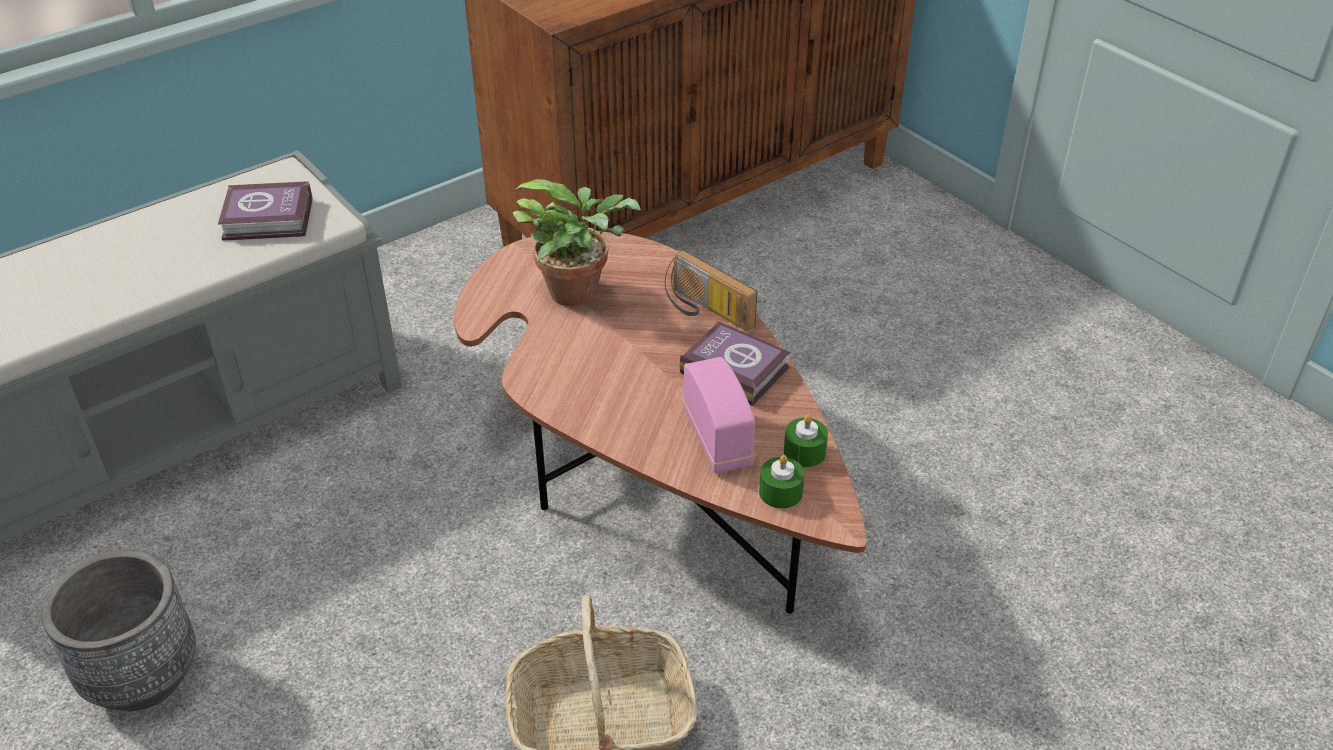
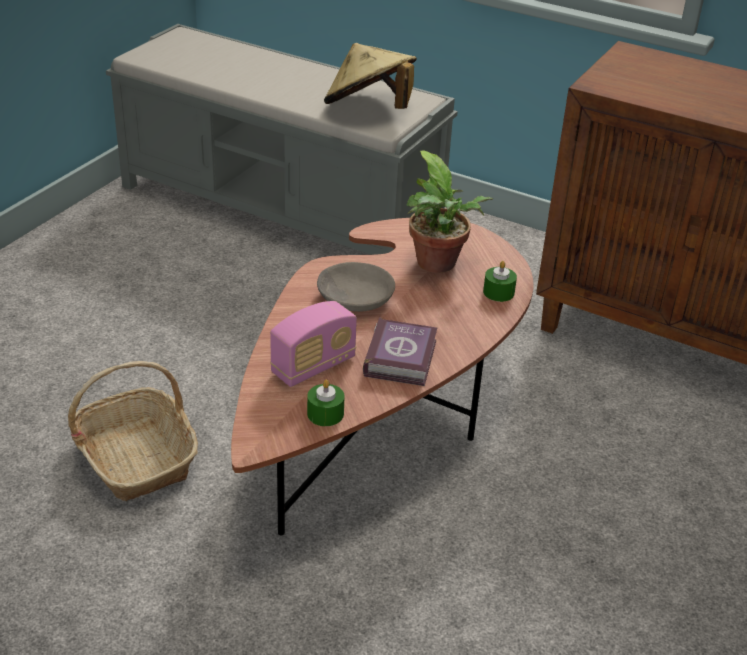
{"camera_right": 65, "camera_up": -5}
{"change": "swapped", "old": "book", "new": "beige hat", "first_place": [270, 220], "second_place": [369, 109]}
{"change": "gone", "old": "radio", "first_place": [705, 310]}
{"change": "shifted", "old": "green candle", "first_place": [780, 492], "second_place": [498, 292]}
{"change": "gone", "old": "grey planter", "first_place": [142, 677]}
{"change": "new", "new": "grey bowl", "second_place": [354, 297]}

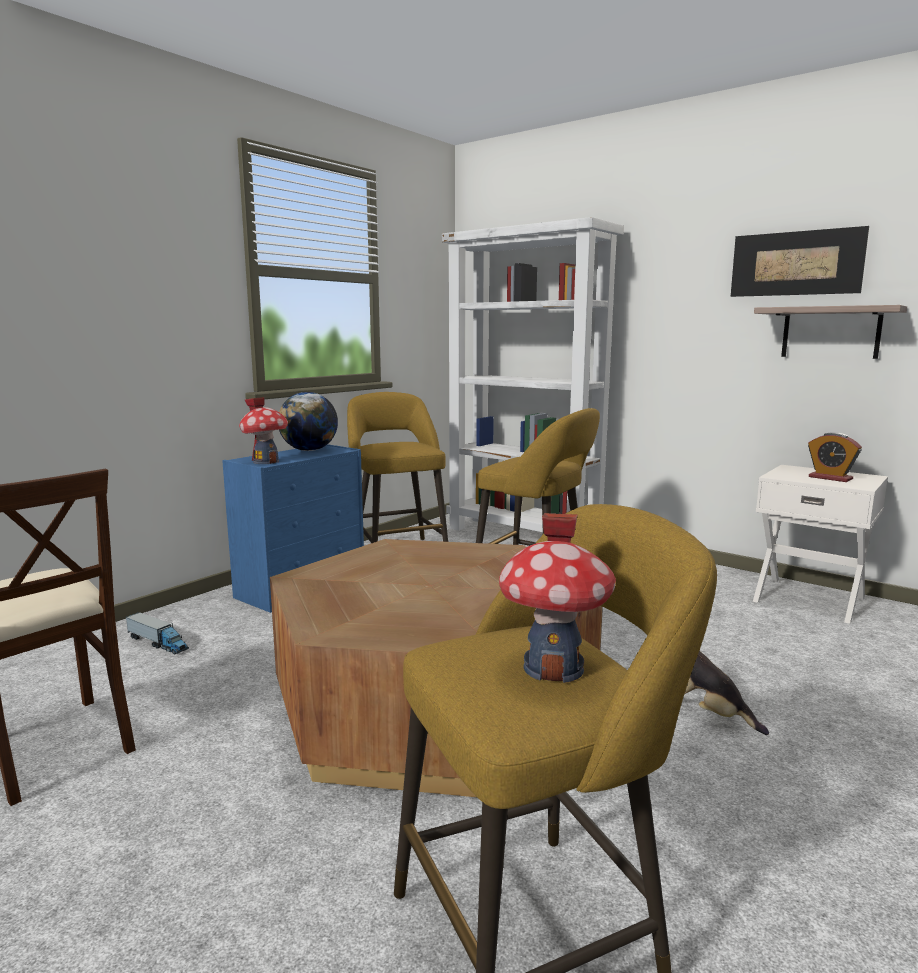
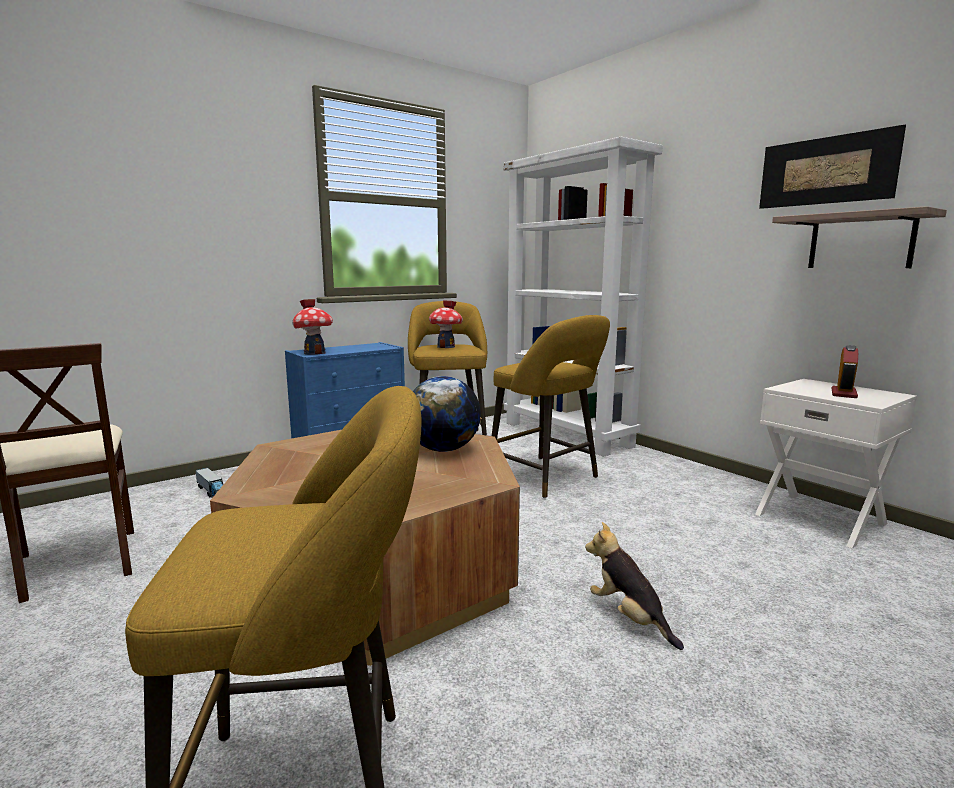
{"camera_right": 15, "camera_up": 0}
{"change": "shifted", "old": "globe", "first_place": [309, 450], "second_place": [443, 449]}
{"change": "rotated", "old": "alarm clock", "first_place": [830, 478], "second_place": [843, 393], "degrees": -120}
{"change": "shifted", "old": "toy house", "first_place": [554, 667], "second_place": [446, 346]}

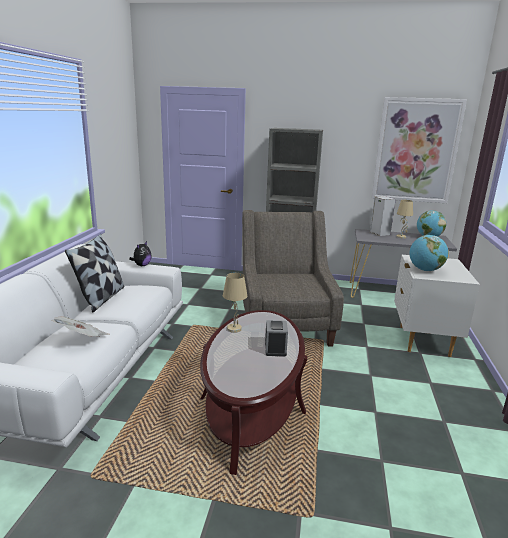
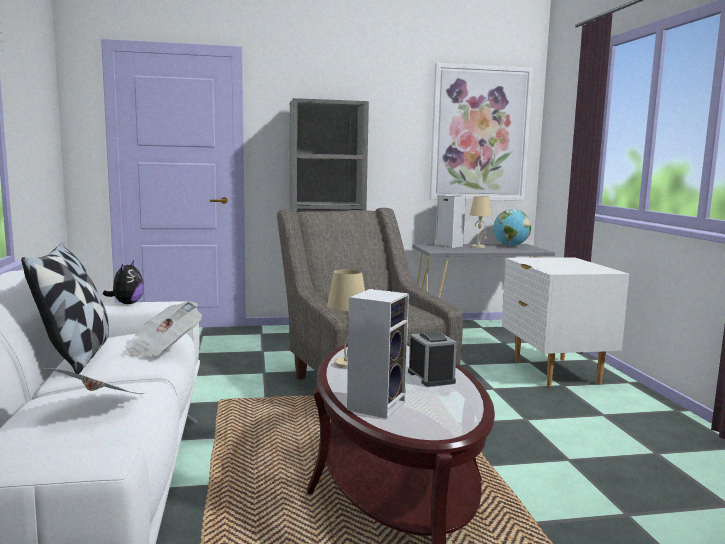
{"camera_right": -20, "camera_up": -10}
{"change": "gone", "old": "globe", "first_place": [425, 270]}
{"change": "new", "new": "speaker", "second_place": [376, 405]}
{"change": "new", "new": "newspaper", "second_place": [163, 349]}

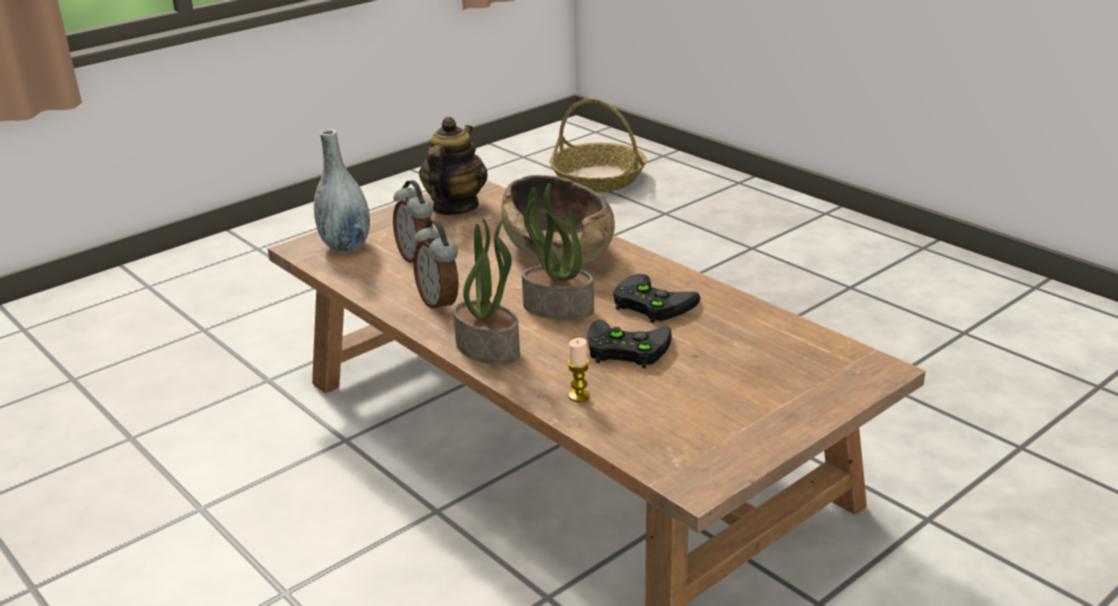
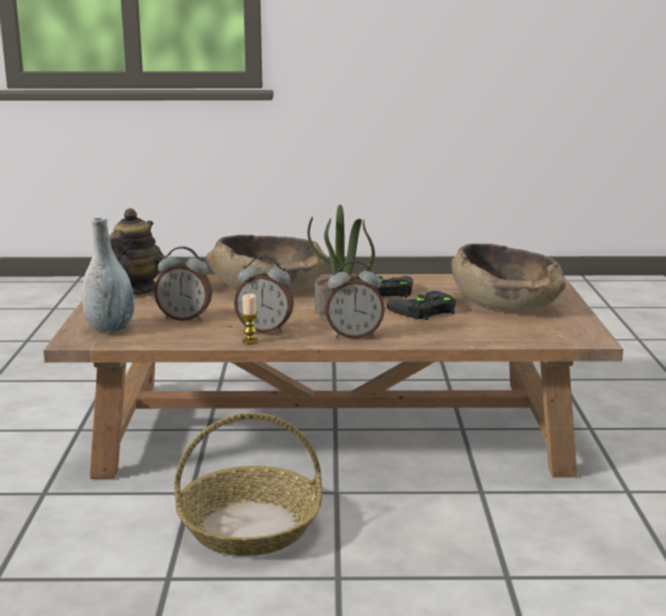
{"camera_right": -50, "camera_up": -10}
{"change": "shifted", "old": "basket", "first_place": [598, 179], "second_place": [250, 526]}
{"change": "rotated", "old": "teapot", "first_place": [454, 207], "second_place": [134, 291], "degrees": 45}
{"change": "swapped", "old": "potted plant", "new": "alarm clock", "first_place": [489, 348], "second_place": [354, 335]}
{"change": "shifted", "old": "candle", "first_place": [579, 396], "second_place": [250, 341]}
{"change": "new", "new": "brown bowl", "second_place": [505, 304]}

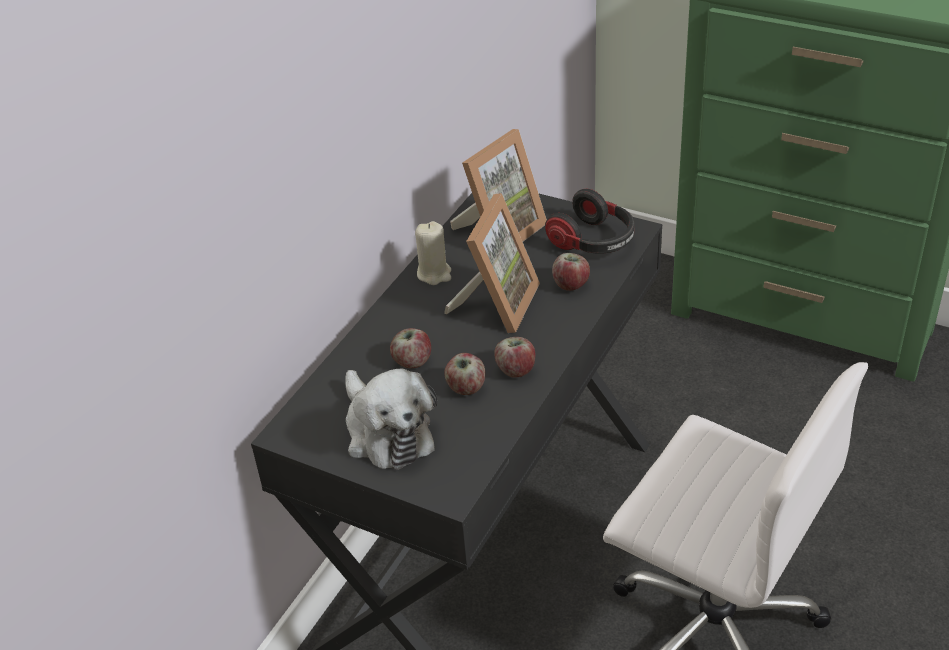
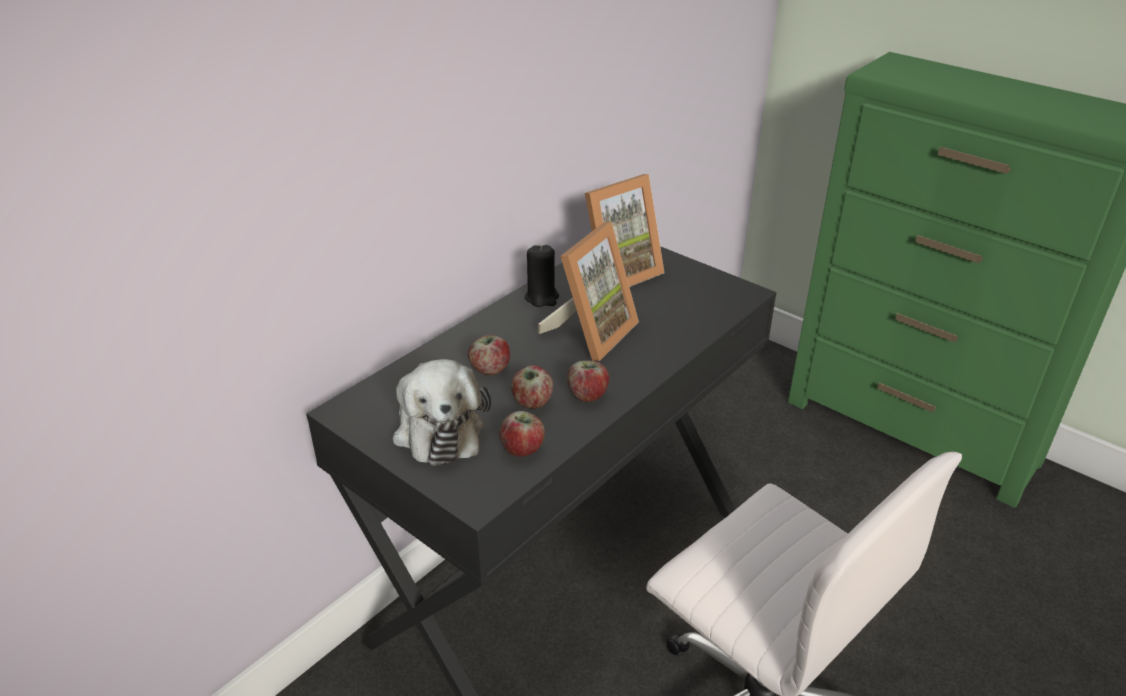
{"camera_right": 10, "camera_up": -5}
{"change": "gone", "old": "headphones", "first_place": [594, 242]}
{"change": "repainted", "old": "beige candle", "new": "black candle", "first_place": [434, 274], "second_place": [542, 298]}
{"change": "shifted", "old": "apple", "first_place": [571, 284], "second_place": [523, 449]}

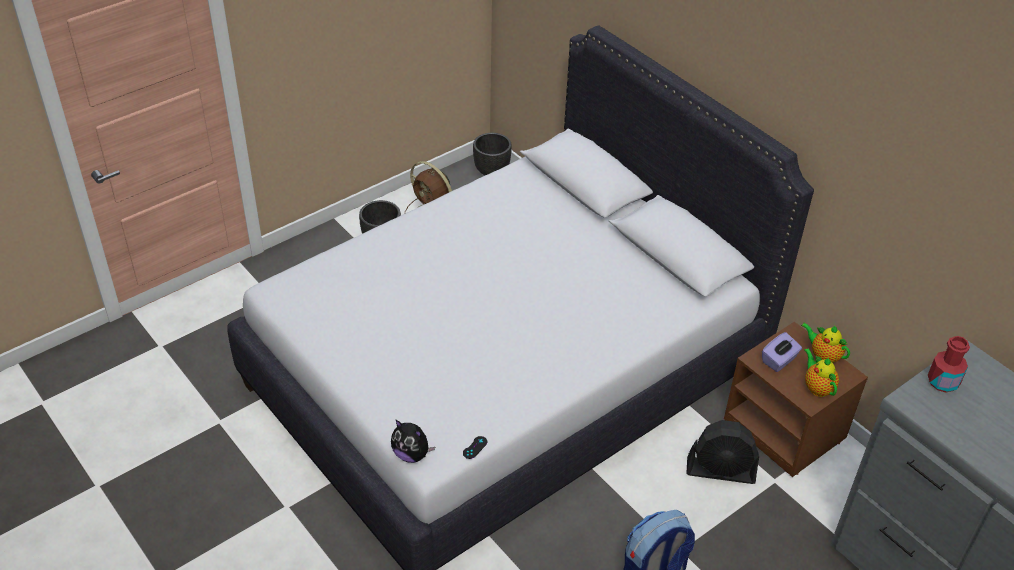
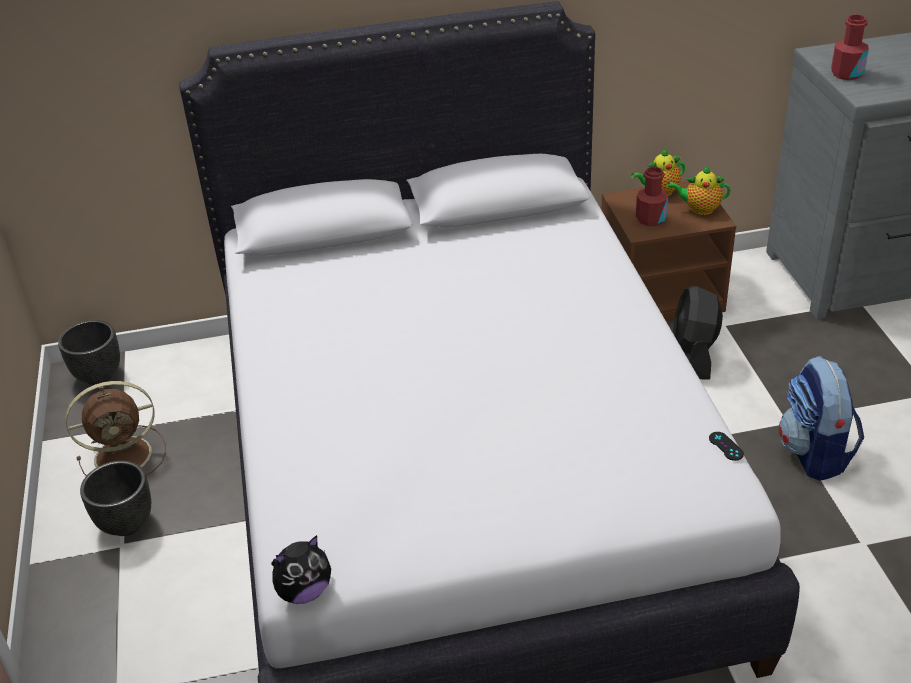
{"camera_right": -60, "camera_up": -5}
{"change": "swapped", "old": "purple tissue box", "new": "red bottle", "first_place": [779, 360], "second_place": [650, 219]}
{"change": "shifted", "old": "plush toy", "first_place": [411, 454], "second_place": [304, 591]}
{"change": "rotated", "old": "black fan", "first_place": [721, 471], "second_place": [694, 355], "degrees": 150}

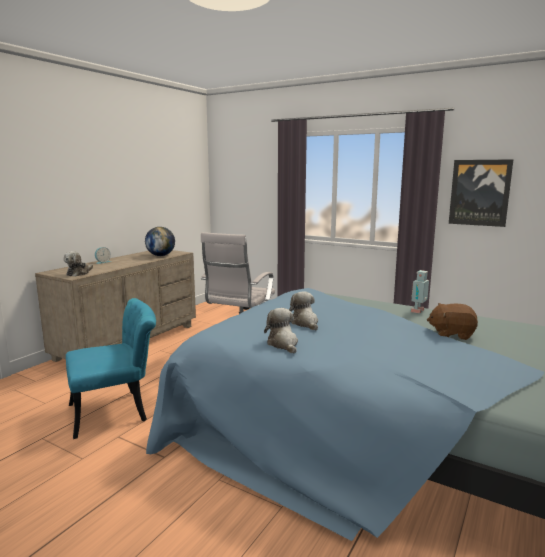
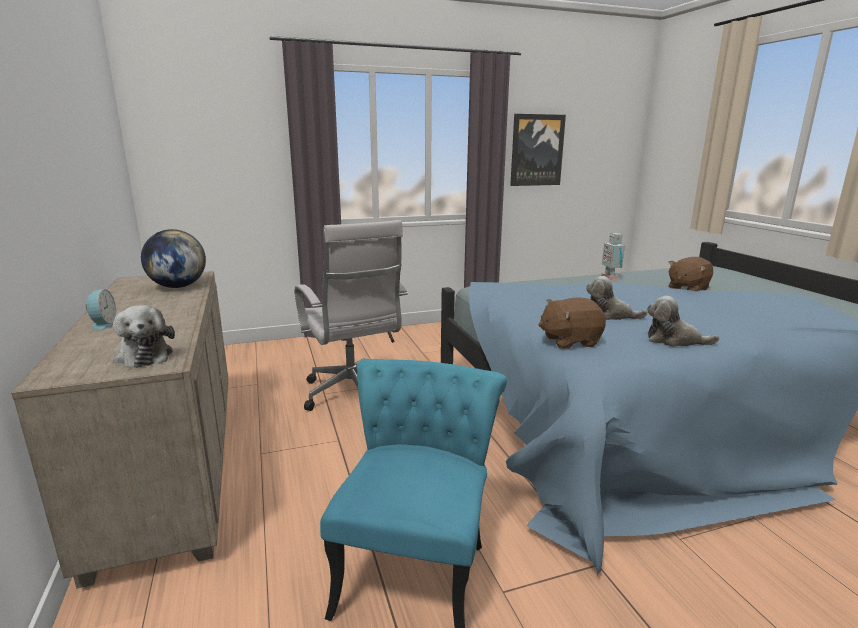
{"camera_right": -50, "camera_up": 5}
{"change": "new", "new": "brown plush toy", "second_place": [569, 341]}

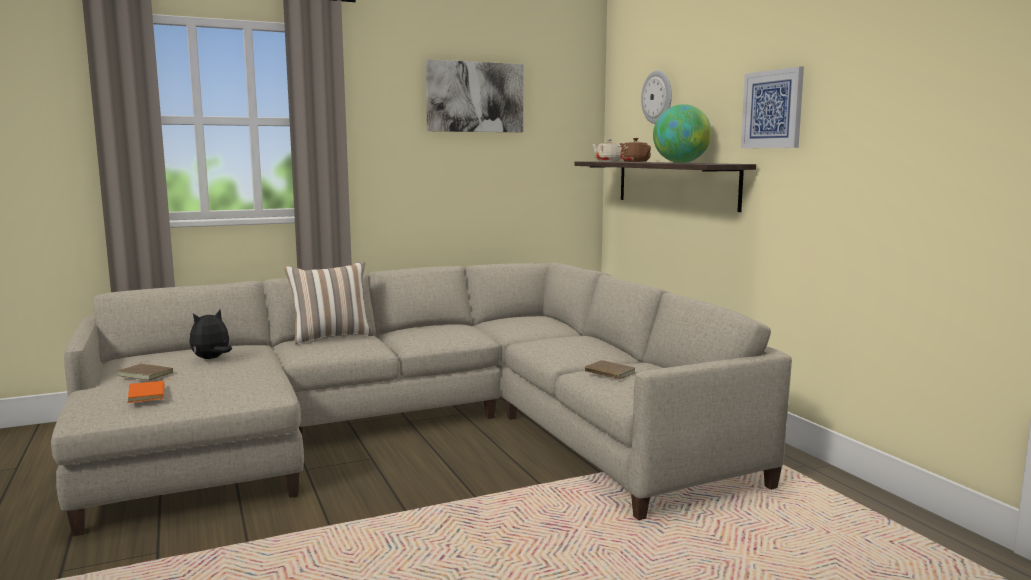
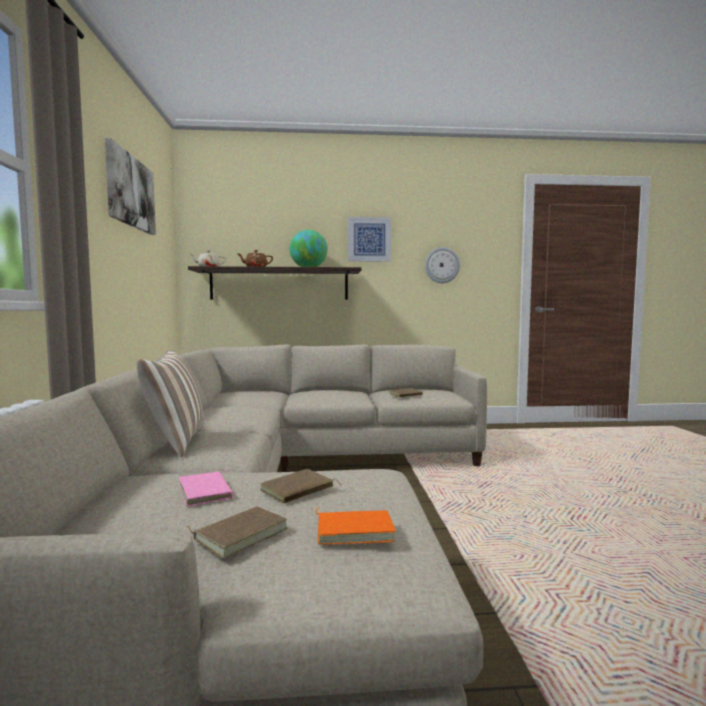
{"camera_right": -70, "camera_up": -5}
{"change": "shifted", "old": "wall clock", "first_place": [657, 97], "second_place": [442, 265]}
{"change": "swapped", "old": "plush toy", "new": "pink book", "first_place": [212, 359], "second_place": [207, 492]}
{"change": "new", "new": "brown book", "second_place": [298, 490]}

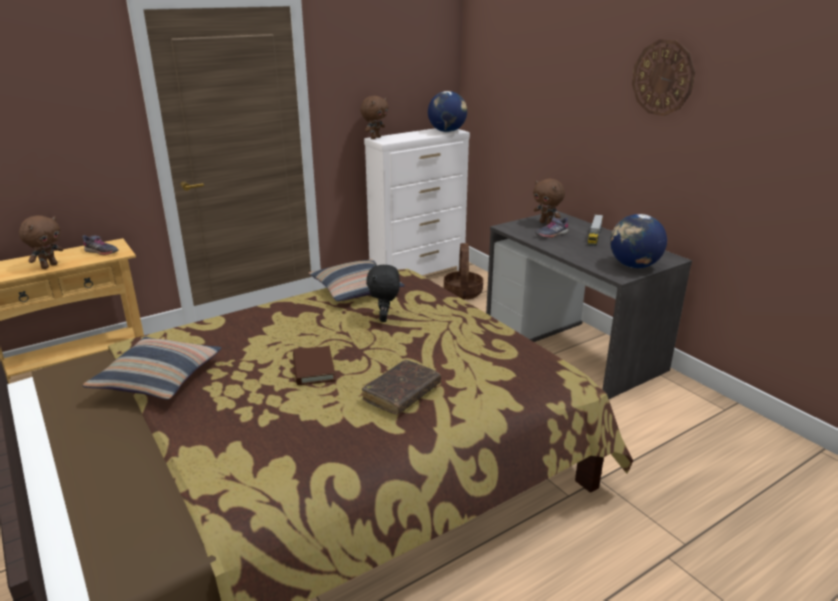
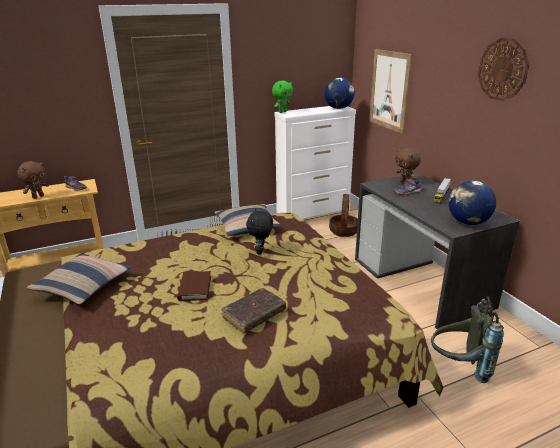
{"camera_right": 10, "camera_up": 0}
{"change": "repainted", "old": "brown plush toy", "new": "green plush toy", "first_place": [375, 138], "second_place": [282, 112]}
{"change": "new", "new": "picture", "second_place": [389, 90]}
{"change": "new", "new": "grey backpack", "second_place": [459, 367]}

